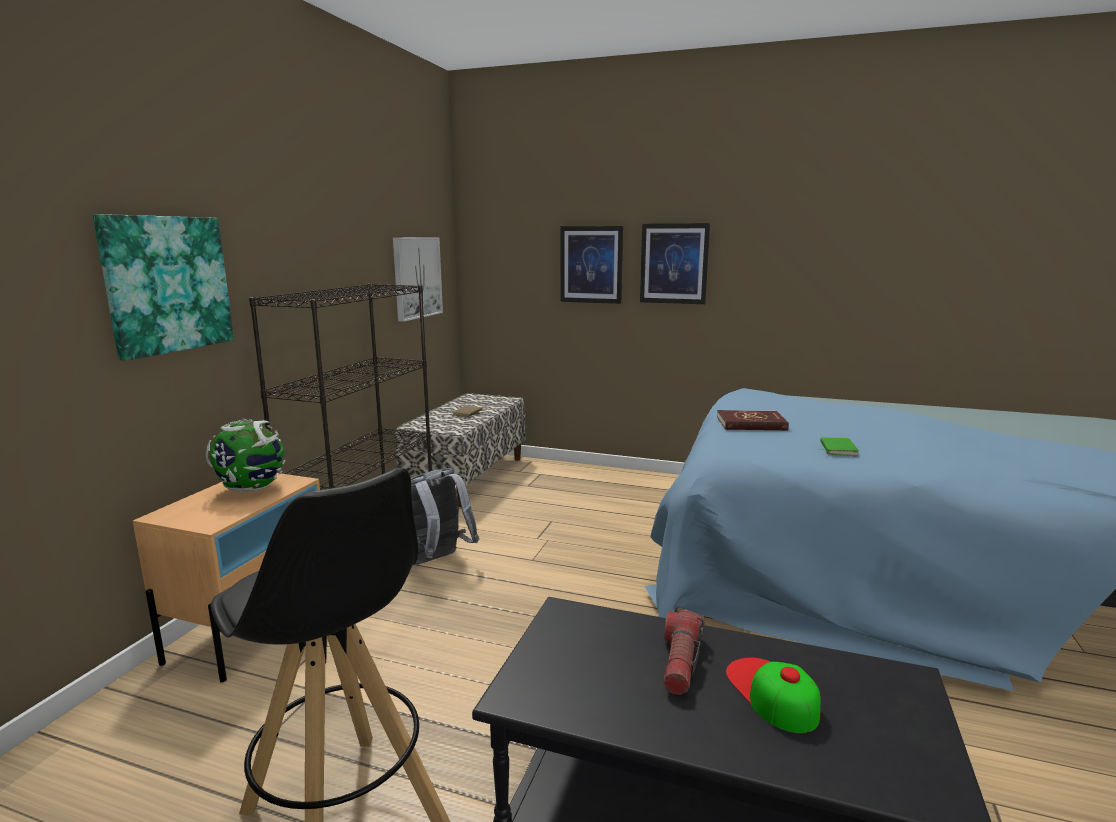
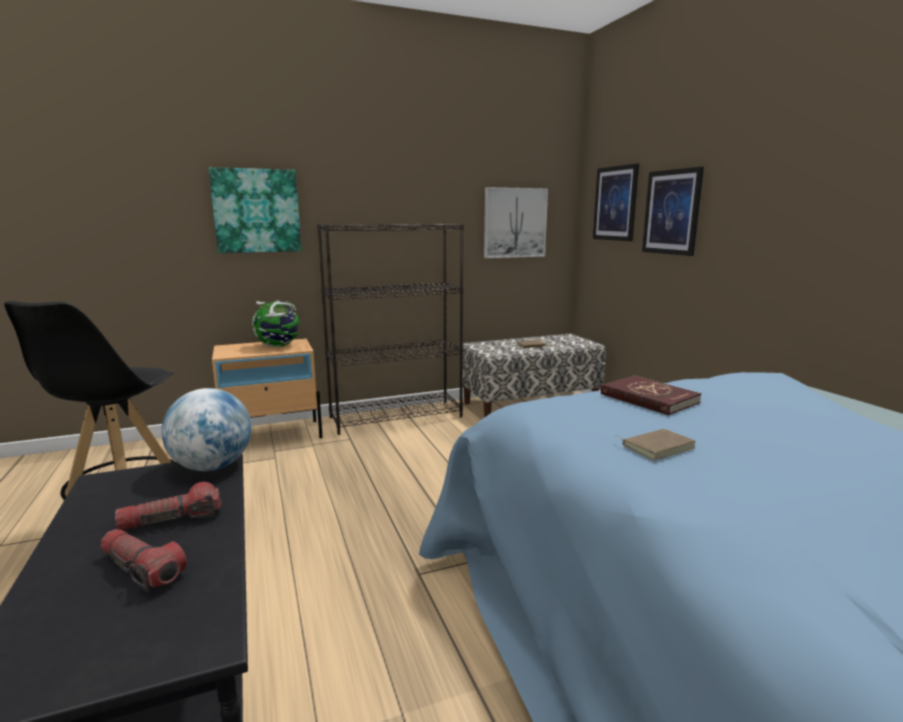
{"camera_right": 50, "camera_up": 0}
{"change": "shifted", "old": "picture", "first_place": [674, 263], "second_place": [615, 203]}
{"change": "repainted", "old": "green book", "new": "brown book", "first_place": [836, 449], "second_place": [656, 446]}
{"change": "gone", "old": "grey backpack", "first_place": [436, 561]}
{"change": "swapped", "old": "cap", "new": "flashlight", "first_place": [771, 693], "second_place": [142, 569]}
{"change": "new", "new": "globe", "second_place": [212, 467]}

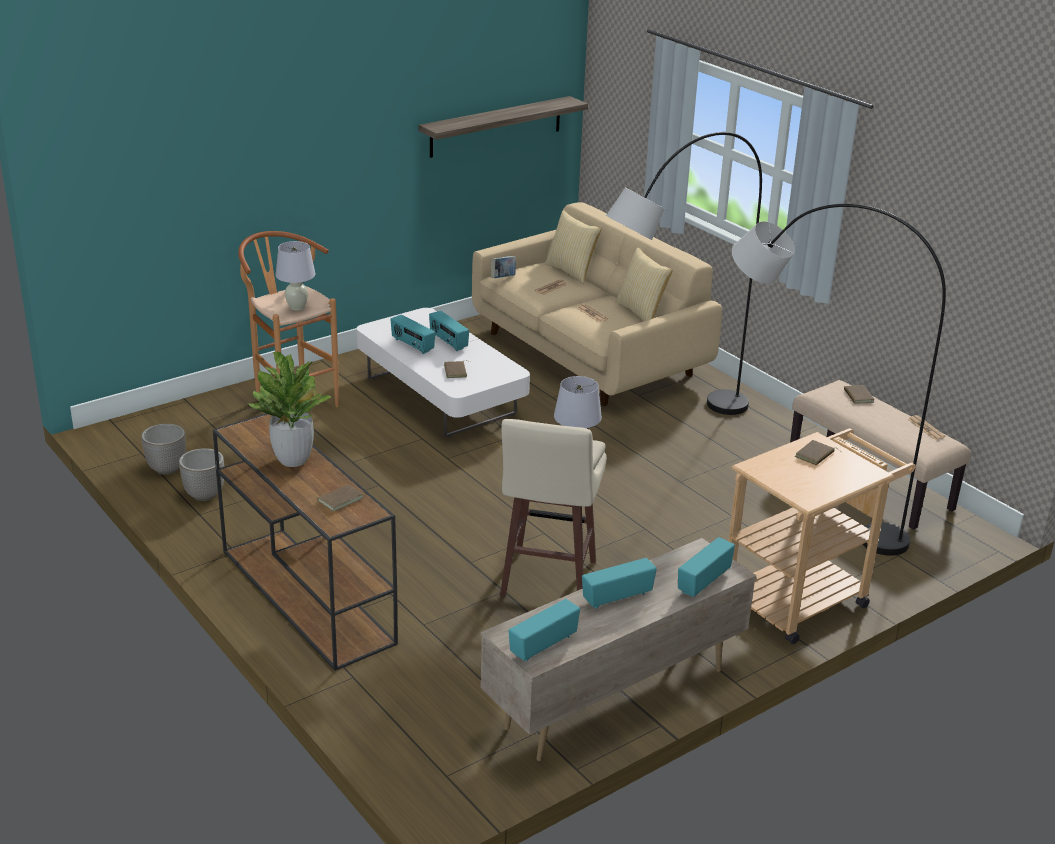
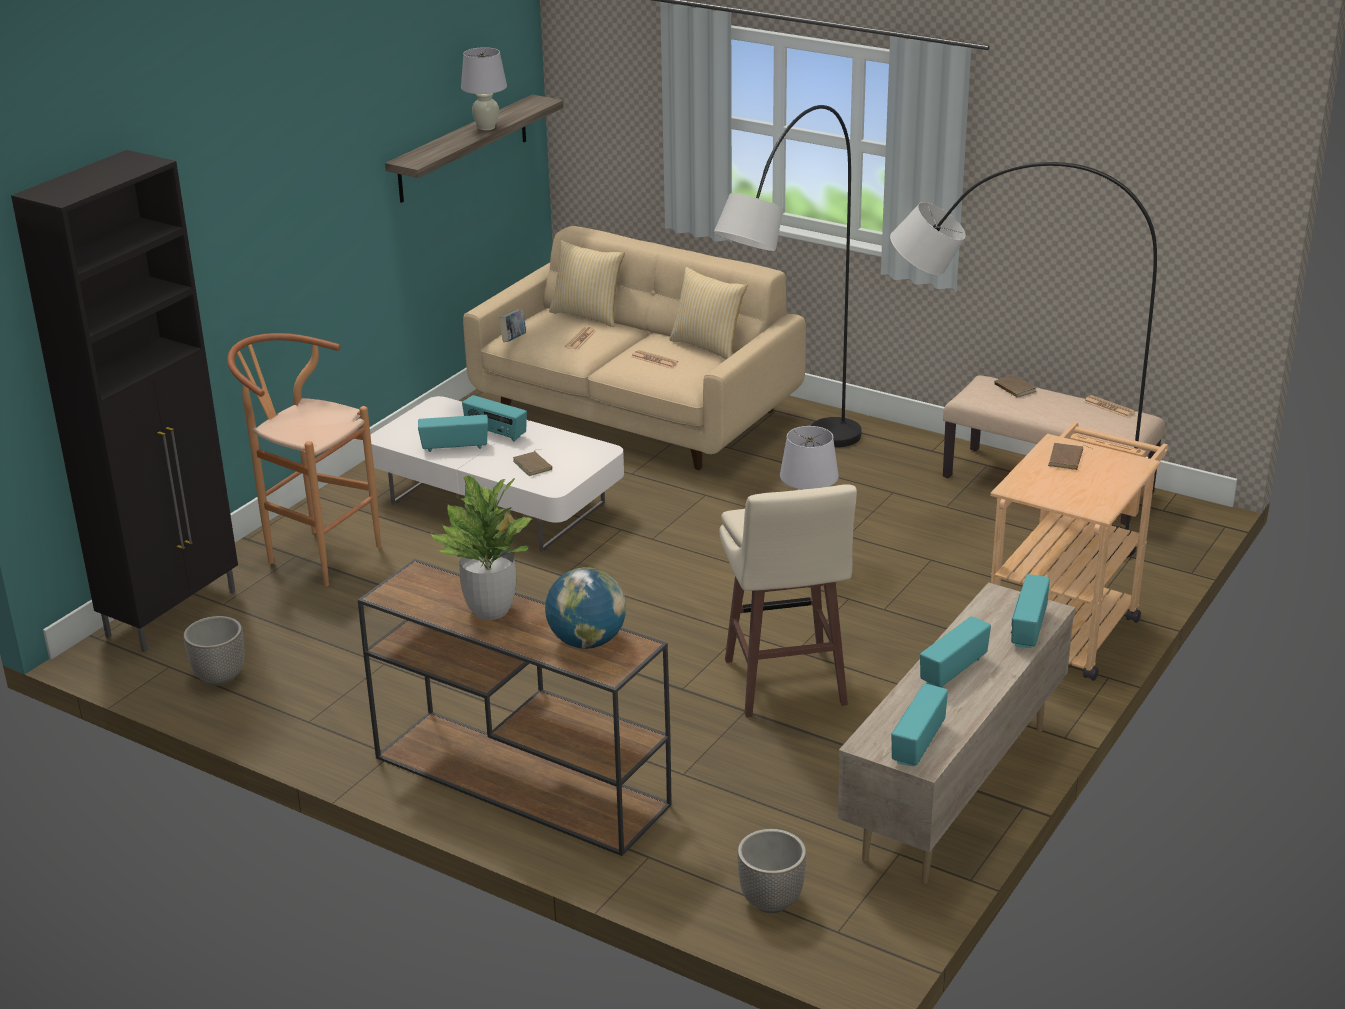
{"camera_right": -20, "camera_up": 0}
{"change": "shifted", "old": "white table lamp", "first_place": [297, 307], "second_place": [486, 127]}
{"change": "rotated", "old": "radio", "first_place": [412, 345], "second_place": [455, 447], "degrees": 150}
{"change": "shifted", "old": "planter", "first_place": [204, 494], "second_place": [770, 901]}
{"change": "swapped", "old": "brown book", "new": "globe", "first_place": [339, 499], "second_place": [587, 641]}
{"change": "new", "new": "black cabinet", "second_place": [174, 613]}

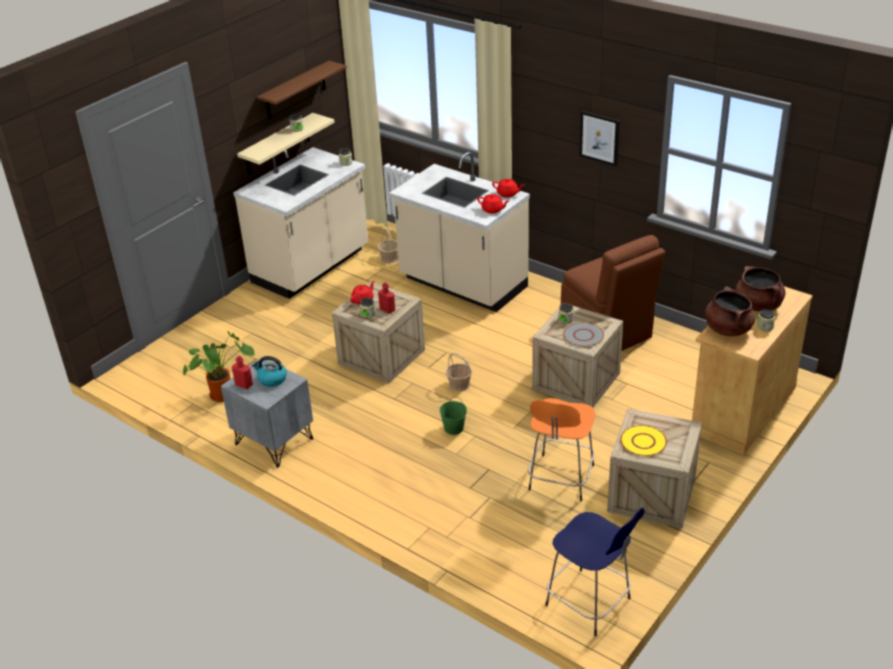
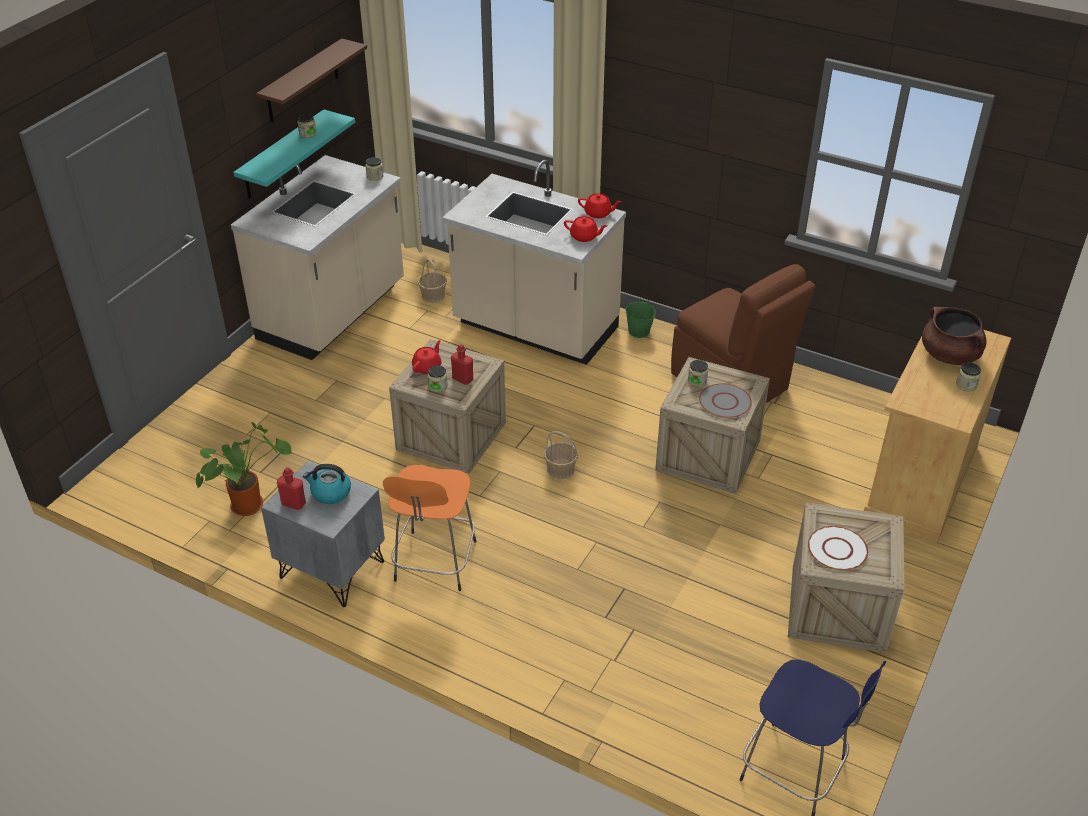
{"camera_right": -10, "camera_up": 5}
{"change": "gone", "old": "picture", "first_place": [599, 138]}
{"change": "repainted", "old": "beige shelf", "new": "turquoise shelf", "first_place": [277, 144], "second_place": [282, 155]}
{"change": "gone", "old": "brown cooking pot", "first_place": [727, 329]}
{"change": "shifted", "old": "green bucket", "first_place": [454, 428], "second_place": [639, 332]}
{"change": "shifted", "old": "orange stool", "first_place": [560, 479], "second_place": [434, 563]}
{"change": "repainted", "old": "yellow plate", "new": "white plate", "first_place": [643, 441], "second_place": [837, 549]}

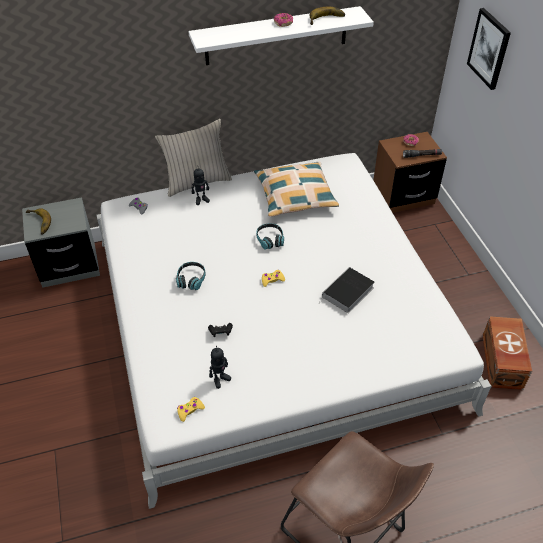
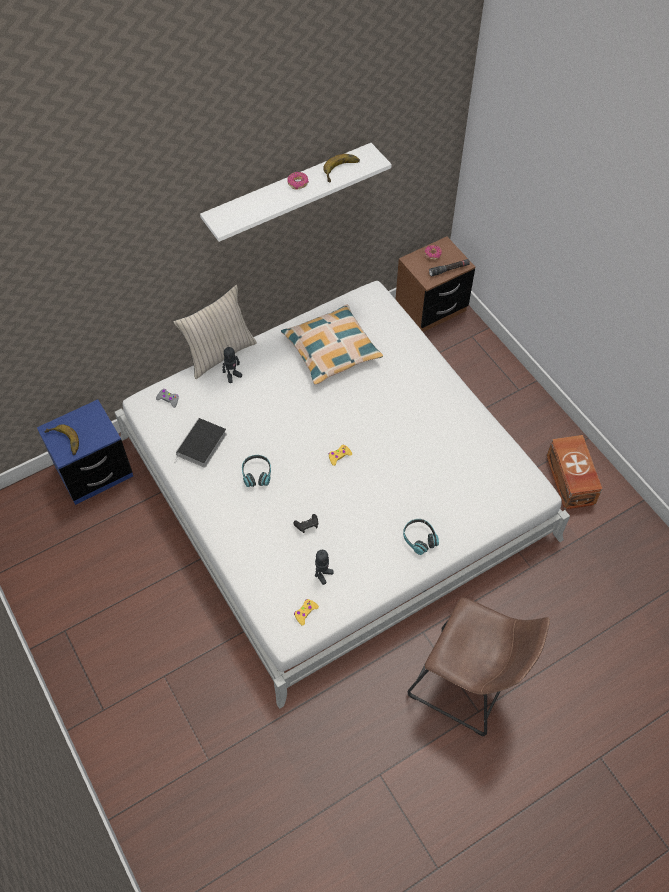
{"camera_right": -15, "camera_up": 10}
{"change": "gone", "old": "picture", "first_place": [489, 48]}
{"change": "repainted", "old": "grey nightstand", "new": "blue nightstand", "first_place": [69, 266], "second_place": [94, 472]}
{"change": "shifted", "old": "headphones", "first_place": [270, 240], "second_place": [419, 539]}
{"change": "shifted", "old": "book", "first_place": [347, 293], "second_place": [201, 446]}

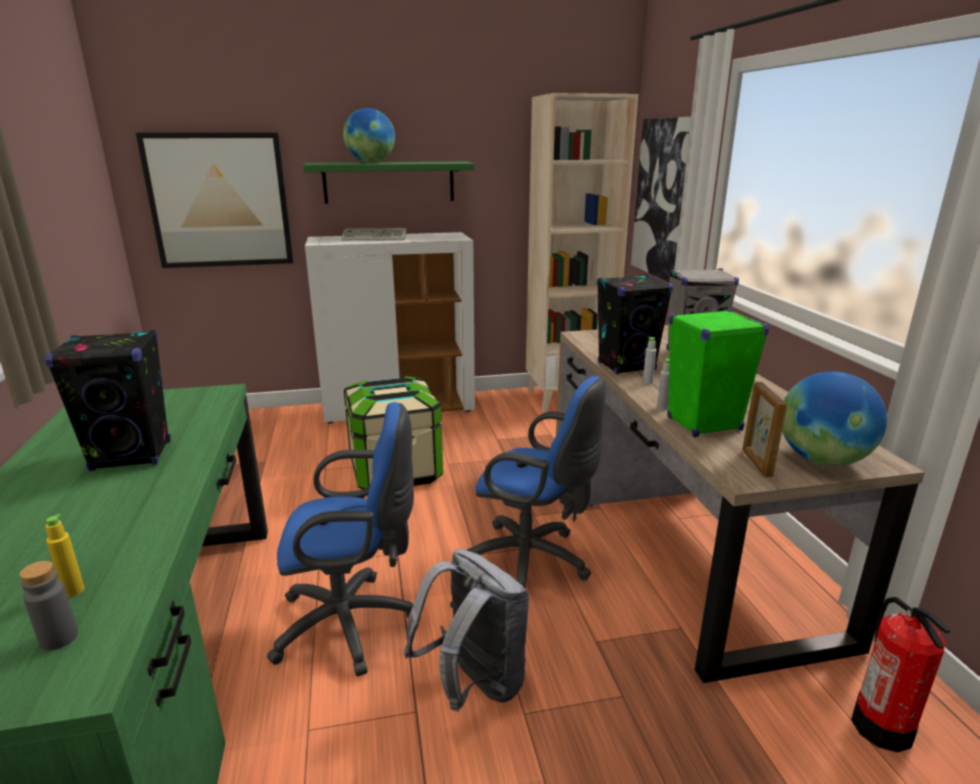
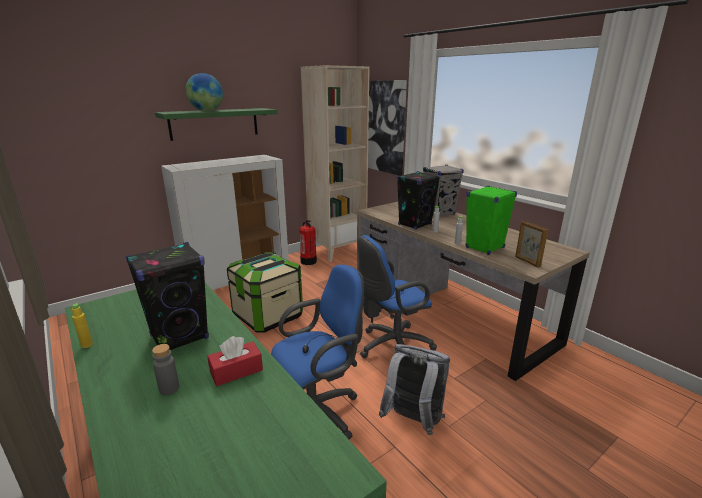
{"camera_right": -25, "camera_up": 0}
{"change": "gone", "old": "picture", "first_place": [220, 201]}
{"change": "gone", "old": "keyboard", "first_place": [376, 238]}
{"change": "gone", "old": "globe", "first_place": [821, 460]}
{"change": "rotated", "old": "blue office chair", "first_place": [533, 562], "second_place": [391, 347], "degrees": 150}
{"change": "shifted", "old": "yellow bottle", "first_place": [74, 591], "second_place": [87, 345]}
{"change": "shifted", "old": "grey bottle", "first_place": [59, 638], "second_place": [169, 388]}
{"change": "shifted", "old": "fire extinguisher", "first_place": [881, 726], "second_place": [308, 261]}
{"change": "new", "new": "red tissue box", "second_place": [236, 371]}

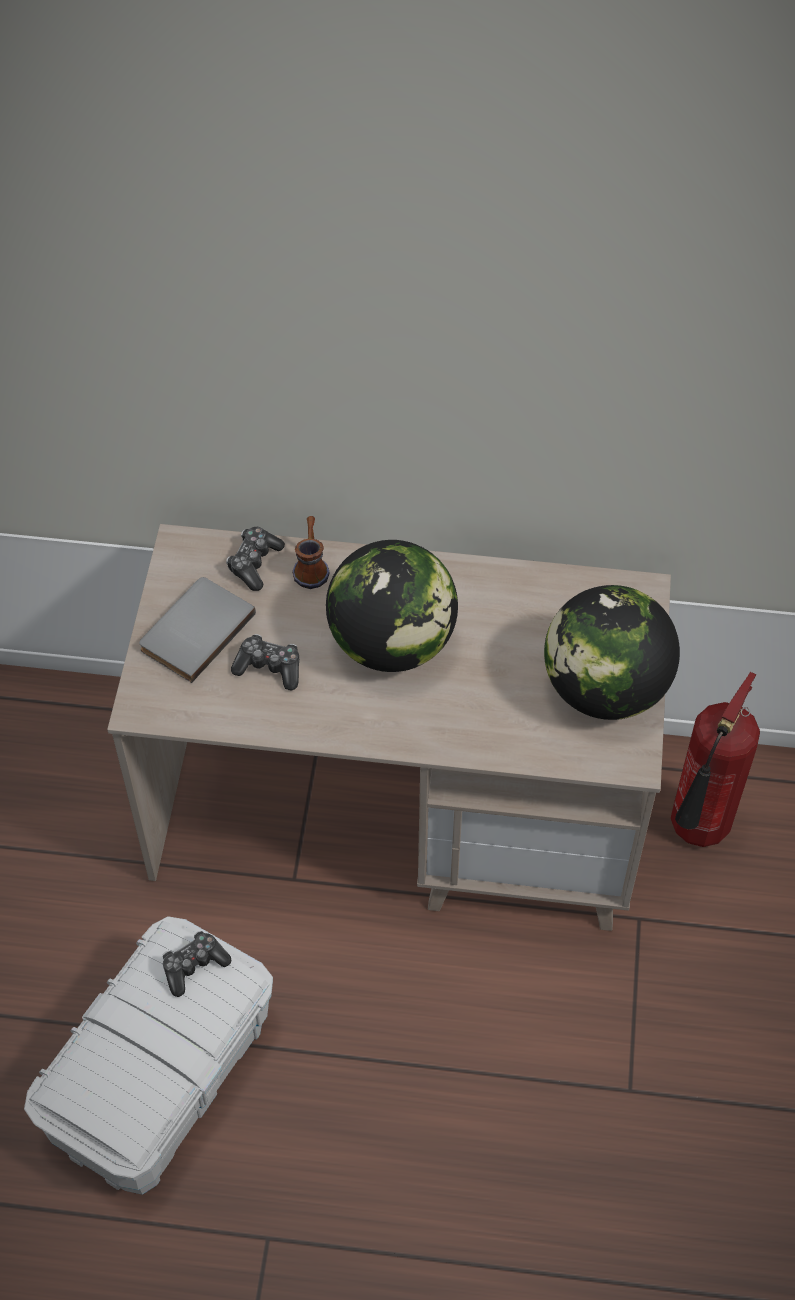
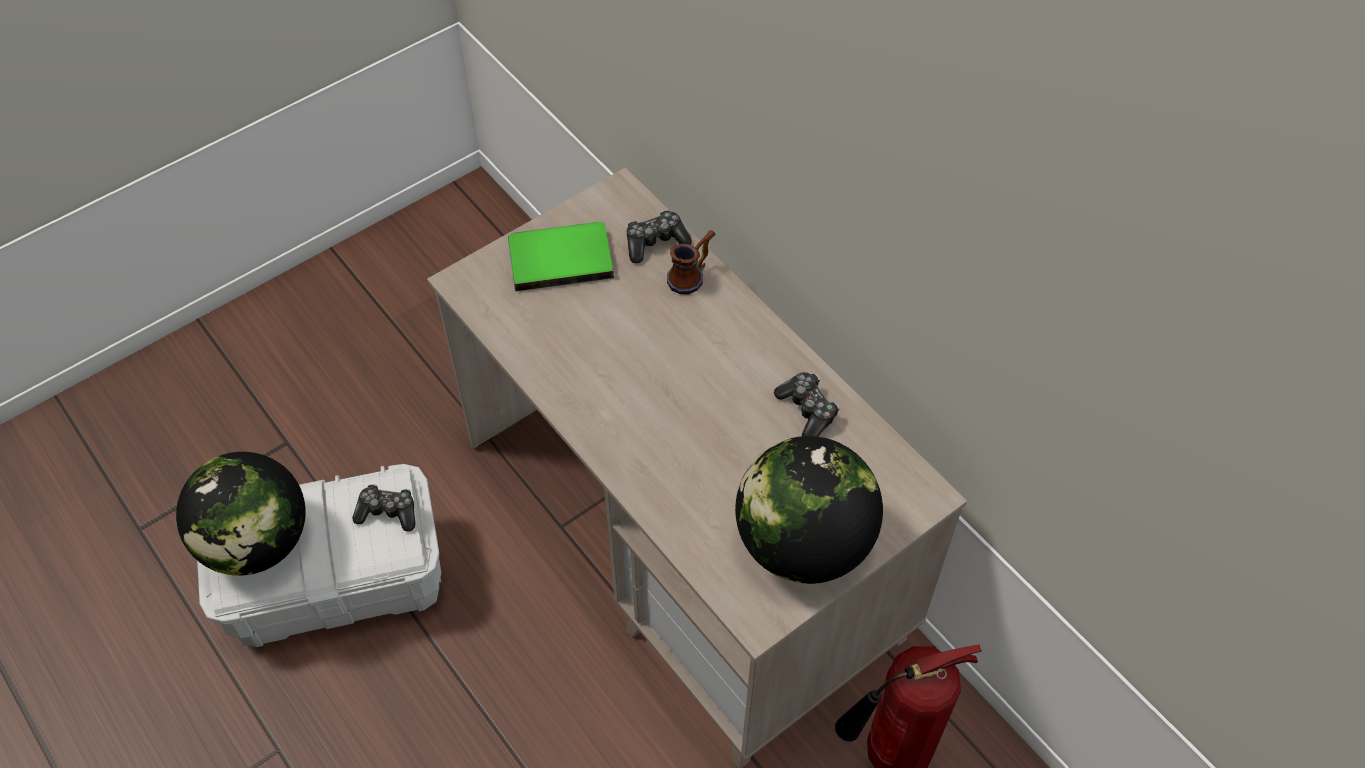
{"camera_right": 45, "camera_up": 0}
{"change": "shifted", "old": "globe", "first_place": [392, 643], "second_place": [257, 542]}
{"change": "repainted", "old": "grey book", "new": "green book", "first_place": [194, 630], "second_place": [560, 257]}
{"change": "shifted", "old": "game controller", "first_place": [269, 667], "second_place": [807, 411]}

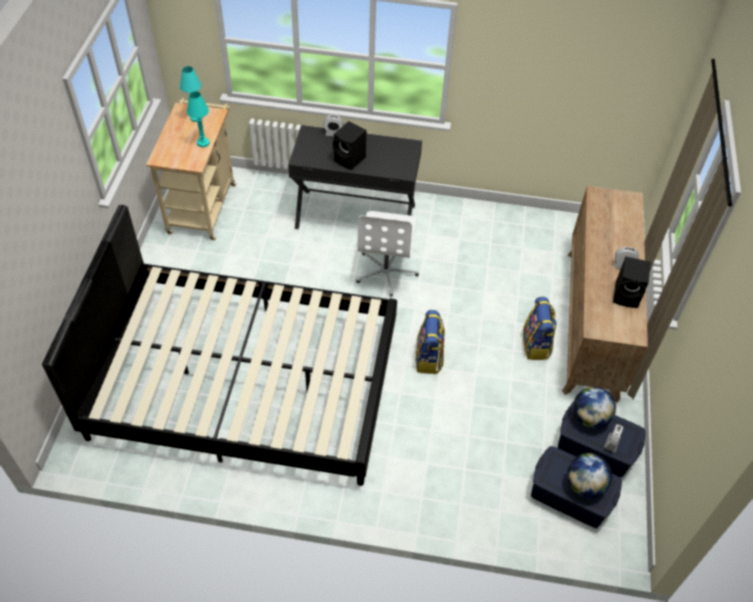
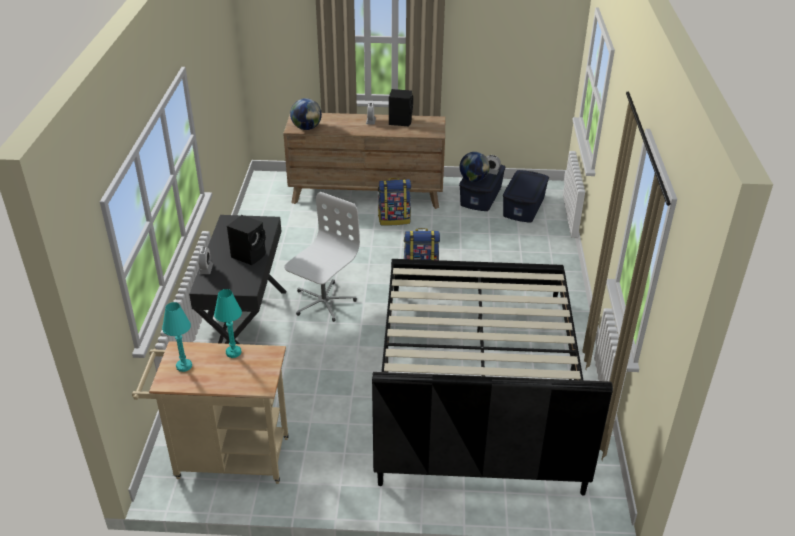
{"camera_right": -95, "camera_up": -15}
{"change": "rotated", "old": "white office chair", "first_place": [386, 271], "second_place": [323, 302], "degrees": -60}
{"change": "shifted", "old": "globe", "first_place": [584, 485], "second_place": [306, 128]}

